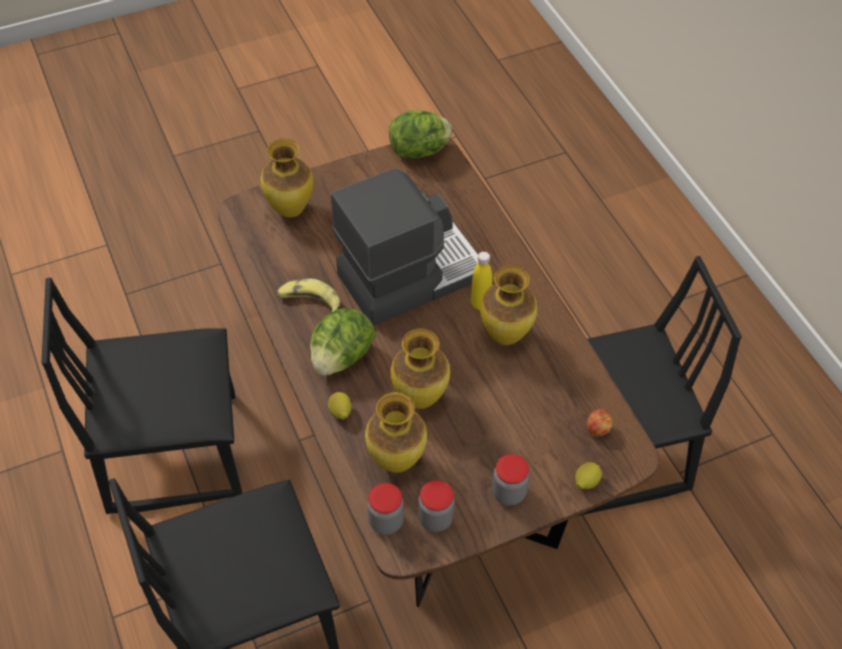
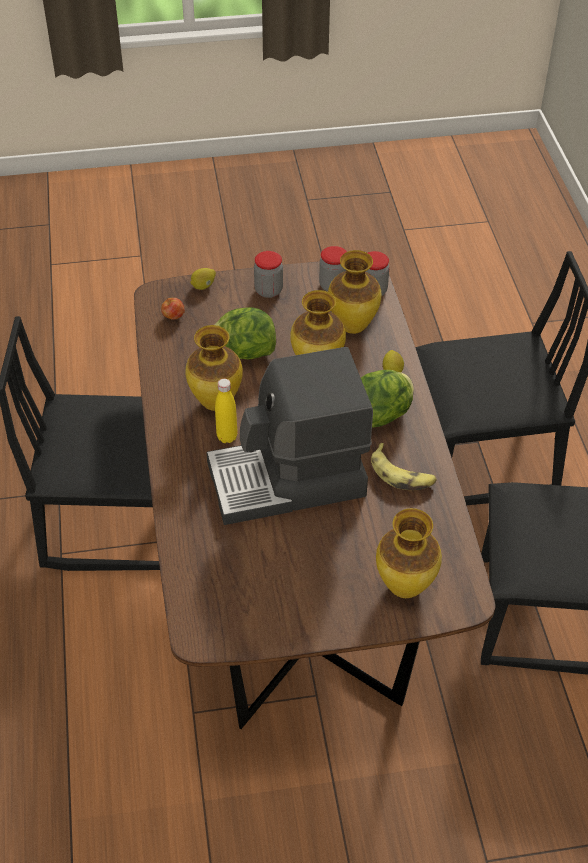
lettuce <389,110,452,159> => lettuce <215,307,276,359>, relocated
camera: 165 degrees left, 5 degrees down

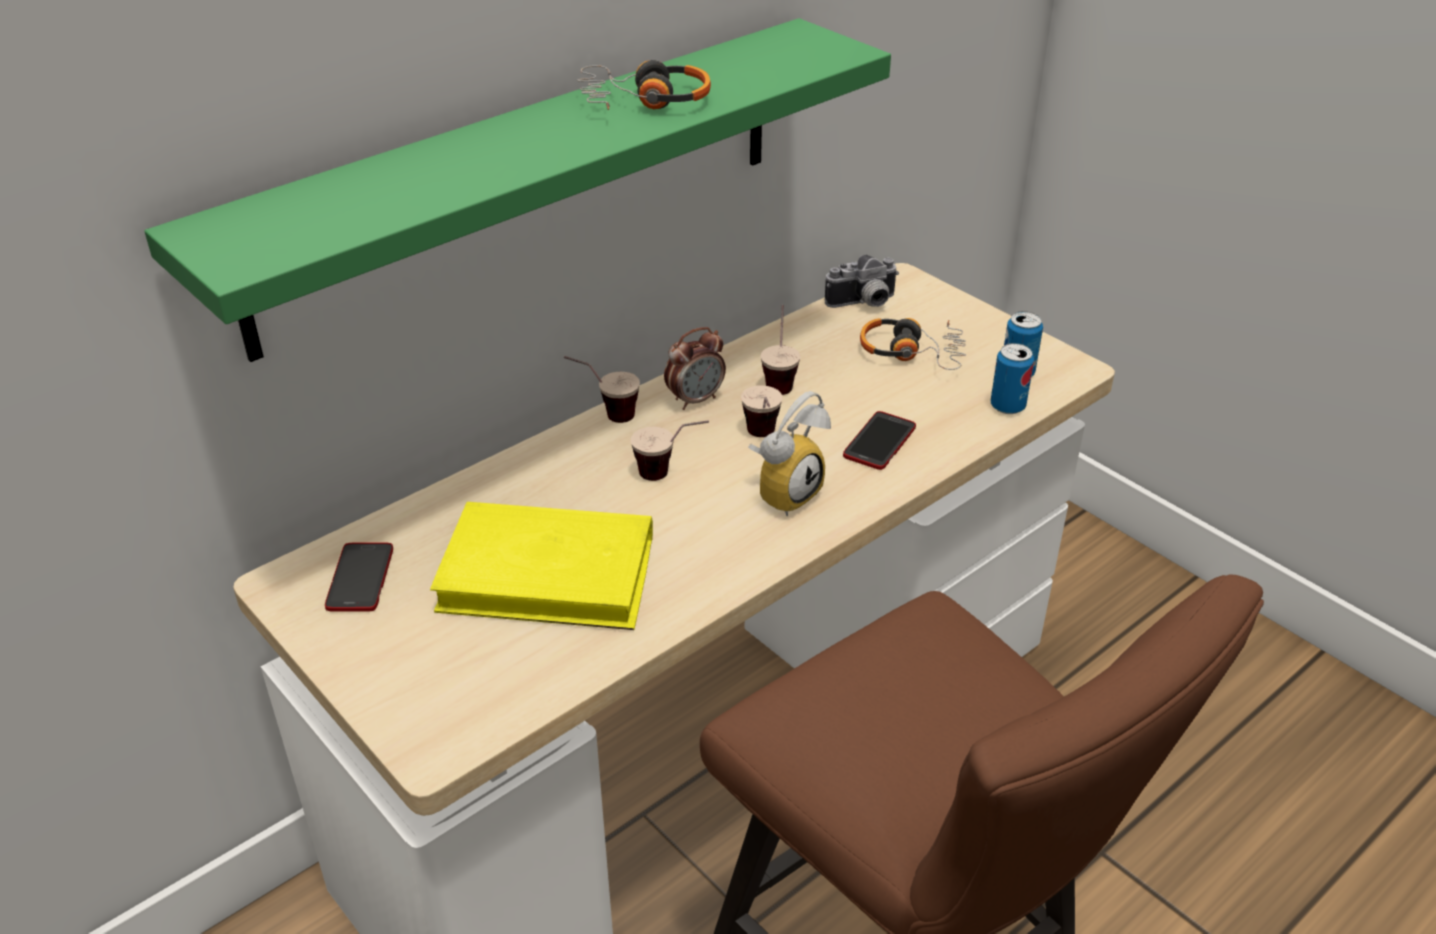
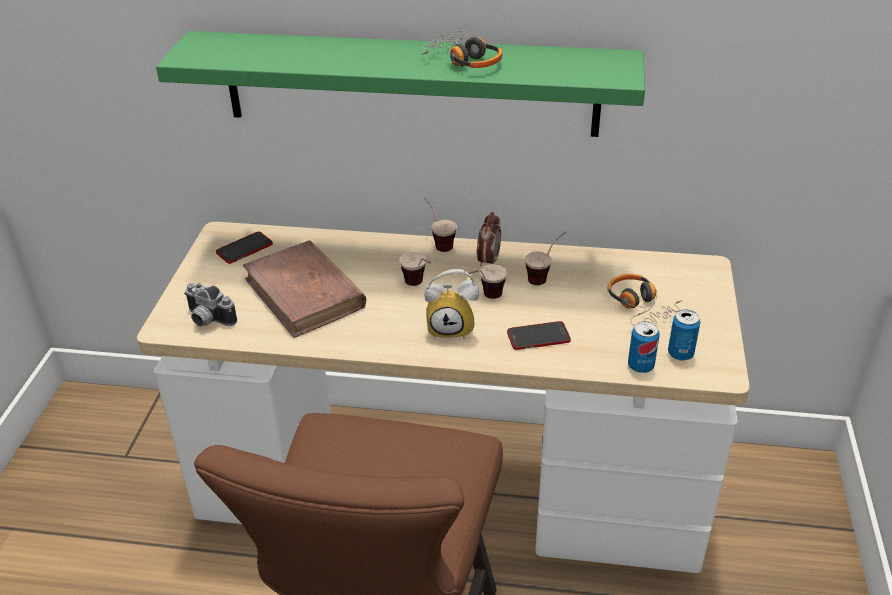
photo camera <825,255,899,308> => photo camera <184,283,237,326>, relocated
yellow book <430,502,653,630> => brown book <243,240,366,338>
alarm clock <664,327,726,410> => alarm clock <477,212,501,266>, 90 degrees counterclockwise
camera: 50 degrees right, 0 degrees up

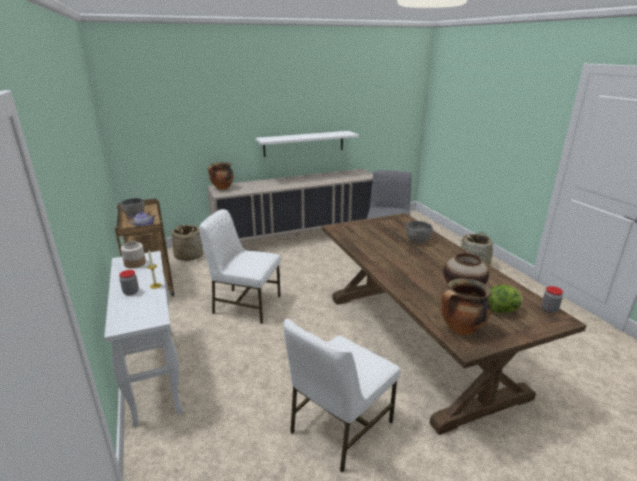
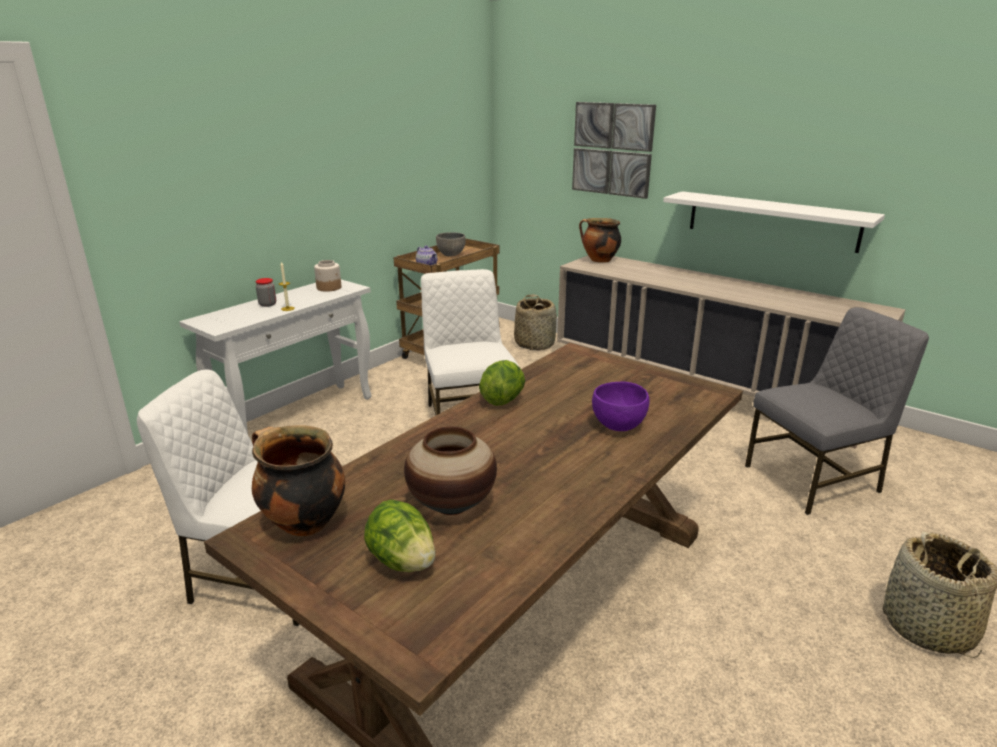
nothing => lettuce <479,360,525,406>
nothing => picture <572,102,656,199>
grey bowl <406,221,433,243> => purple bowl <592,382,649,431>
jar <542,286,563,313> => nothing
camera: 60 degrees right, 0 degrees up

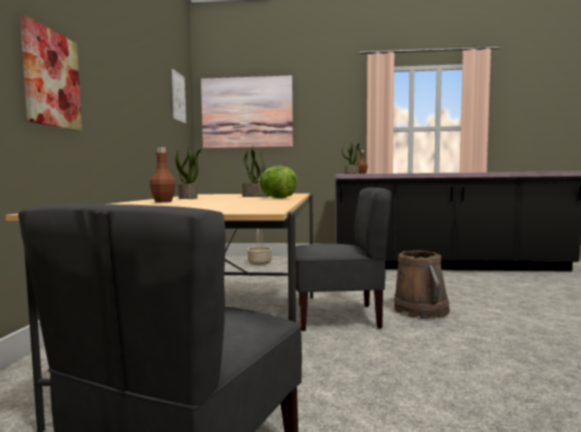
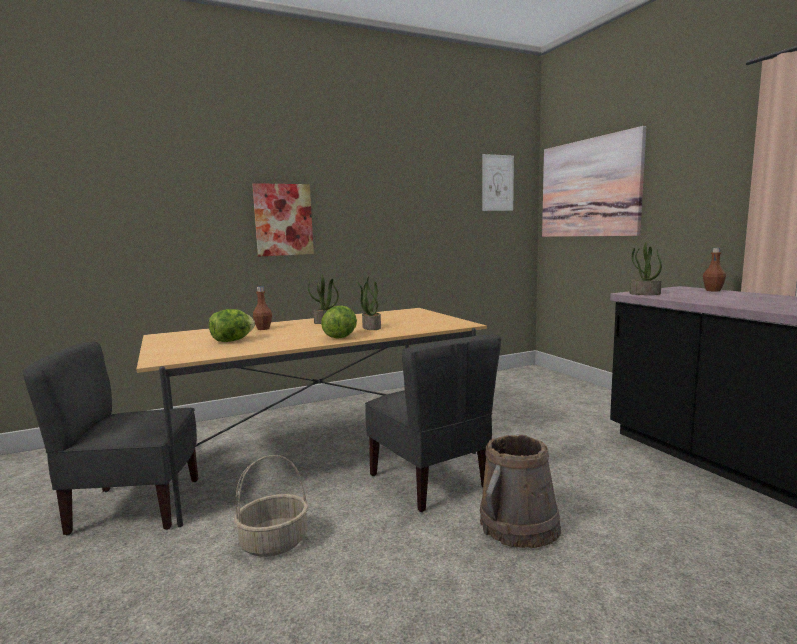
nothing => lettuce <209,309,255,342>
basket <247,229,272,265> => basket <234,455,309,557>, relocated
camera: 60 degrees right, 5 degrees up

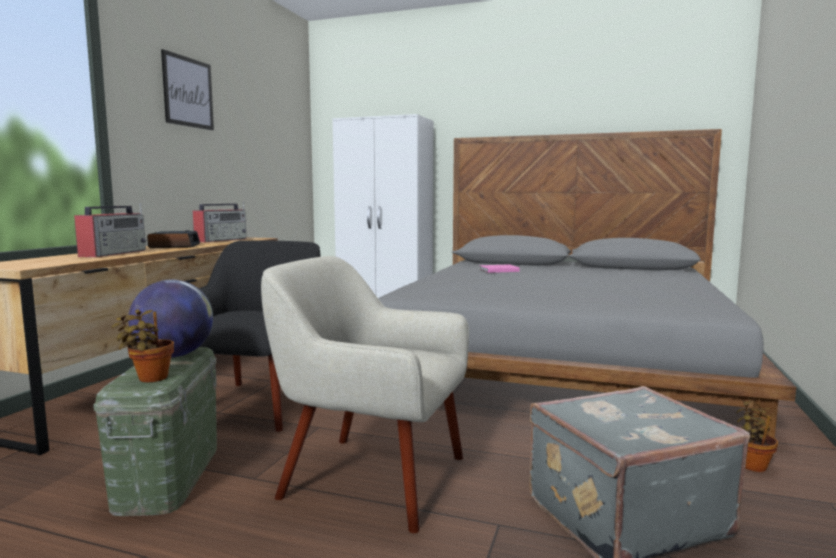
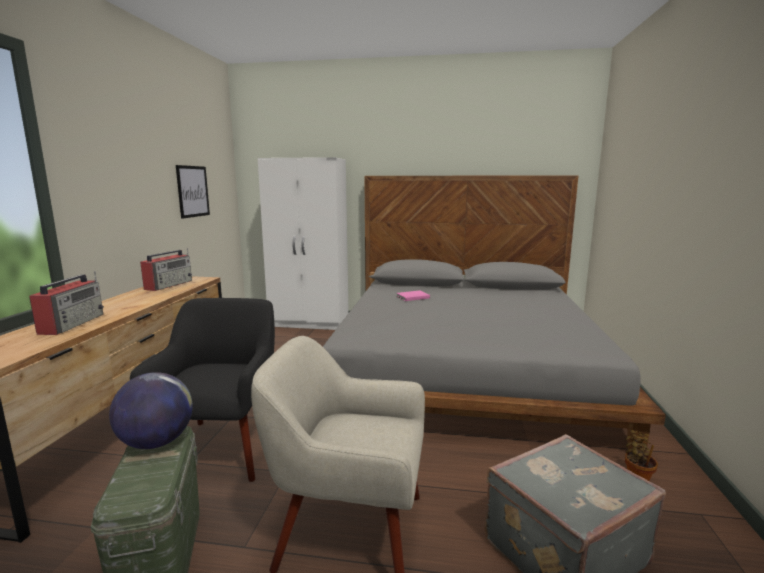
picture <161,49,214,130> => picture <176,165,210,219>, relocated
potted plant <112,310,174,382> => nothing
alarm clock <147,230,200,248> => nothing
camera: 10 degrees left, 5 degrees up

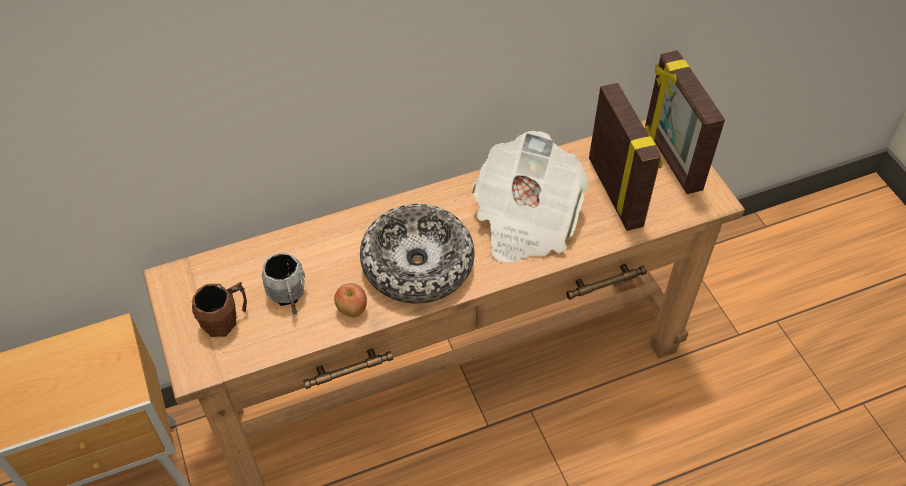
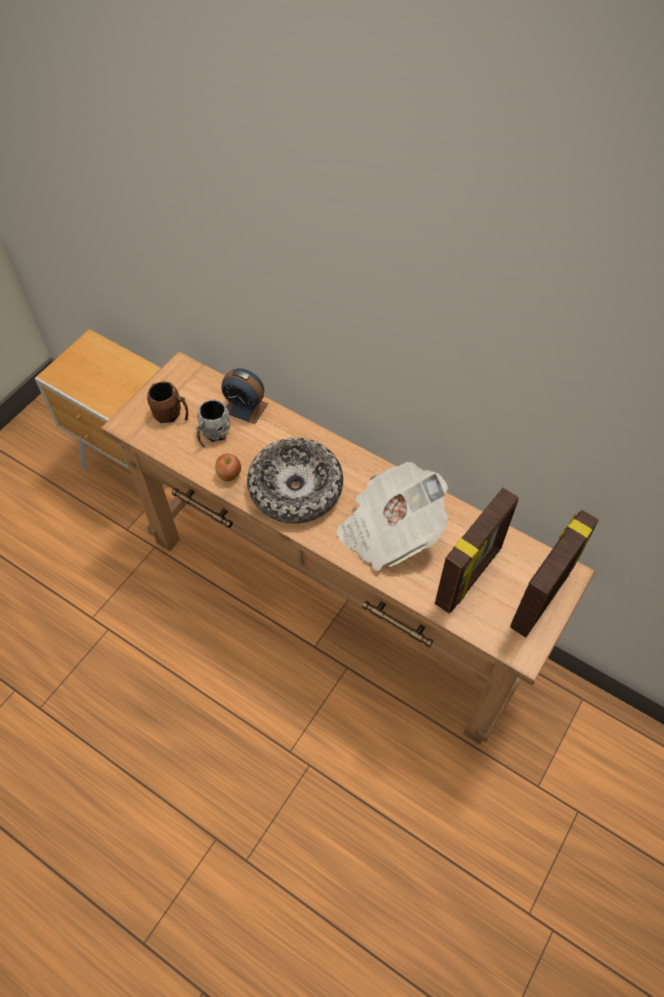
nothing => alarm clock <222,368,268,424>
camera: 55 degrees right, 5 degrees up

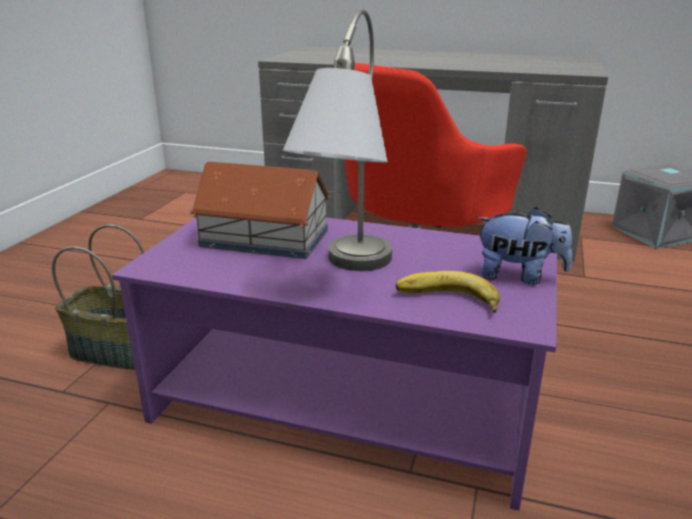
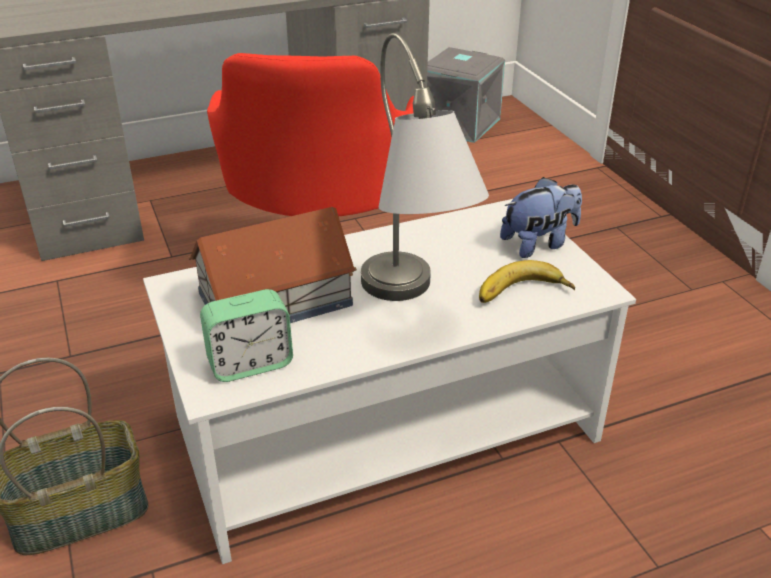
purple coffee table <112,217,557,511> => white coffee table <143,199,636,564>
nothing => alarm clock <200,289,293,382>
camera: 40 degrees left, 10 degrees up

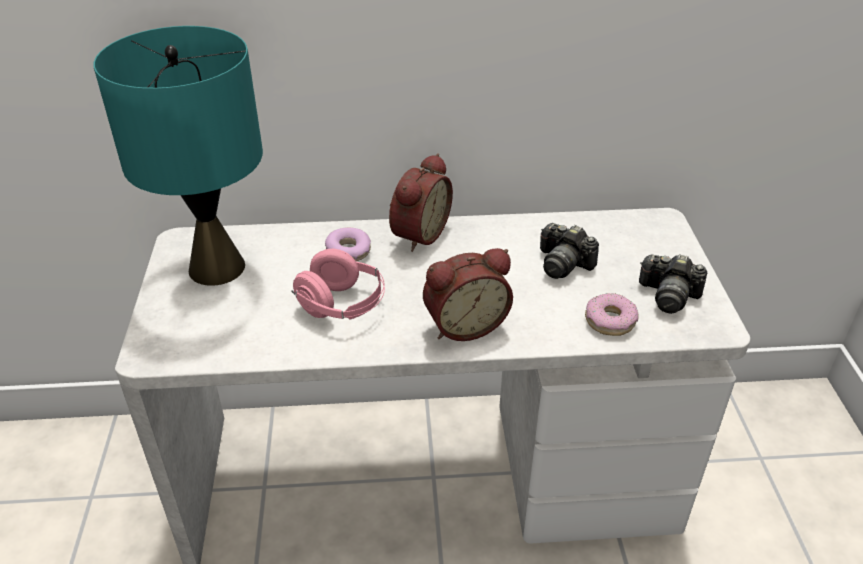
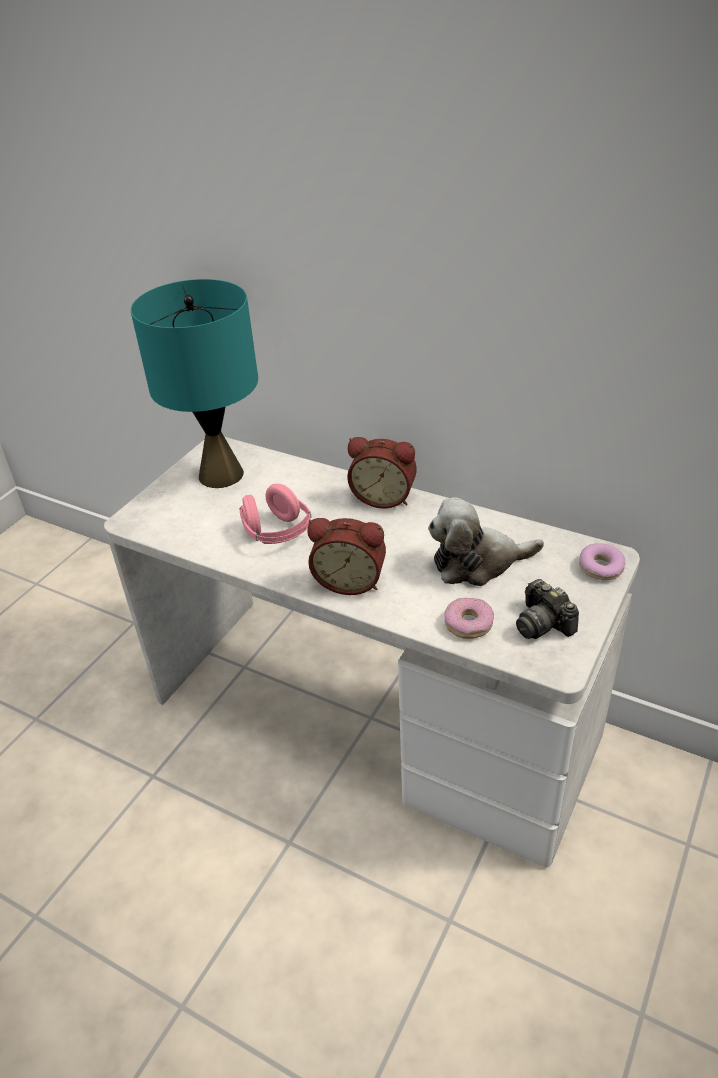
alarm clock <389,153,453,252> => alarm clock <347,437,417,509>, 45 degrees clockwise
photo camera <540,223,599,279> => plush toy <428,497,544,586>
donut <325,227,371,261> => donut <579,543,625,580>, relocated
camera: 35 degrees right, 0 degrees up

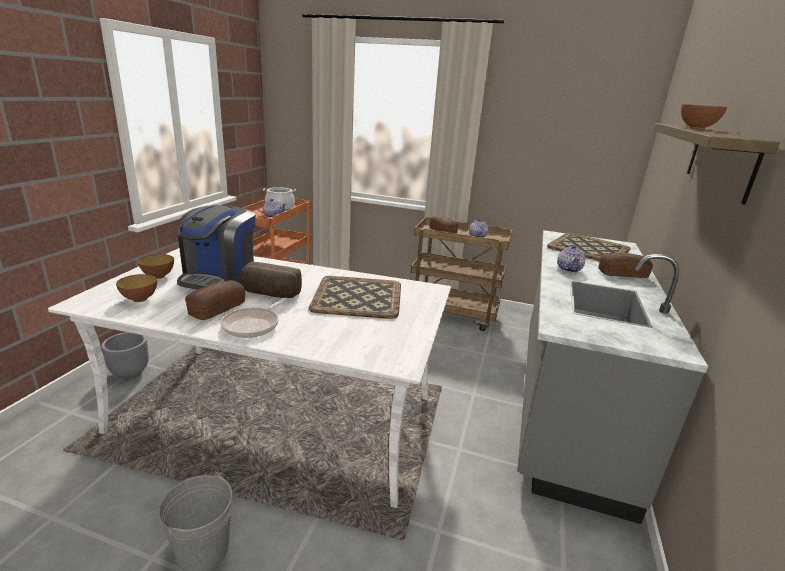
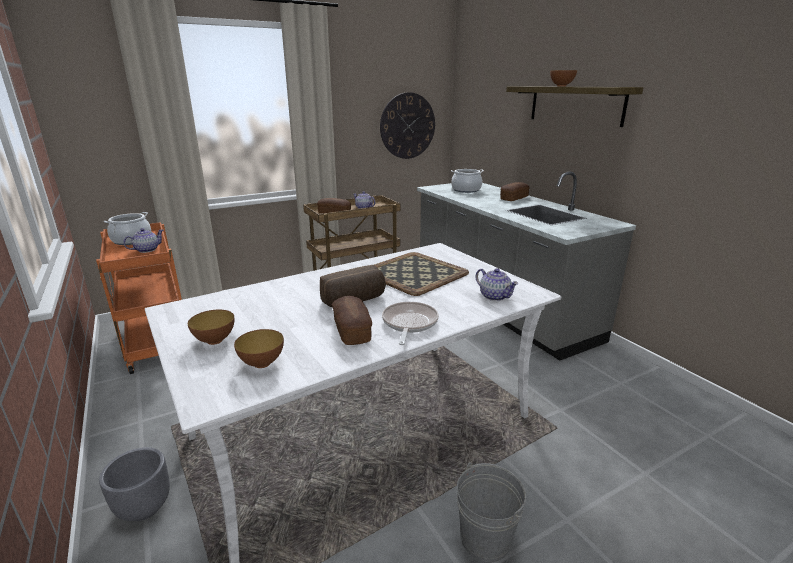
nothing => wall clock <380,92,435,159>
frying pan <221,298,288,338> => frying pan <382,302,439,345>, 150 degrees counterclockwise
tray <547,233,631,261> => cooking pot <451,169,484,193>
teapot <557,245,585,273> => teapot <476,268,518,301>, relocated
coffee machine <175,205,256,290> => nothing
camera: 45 degrees left, 0 degrees up

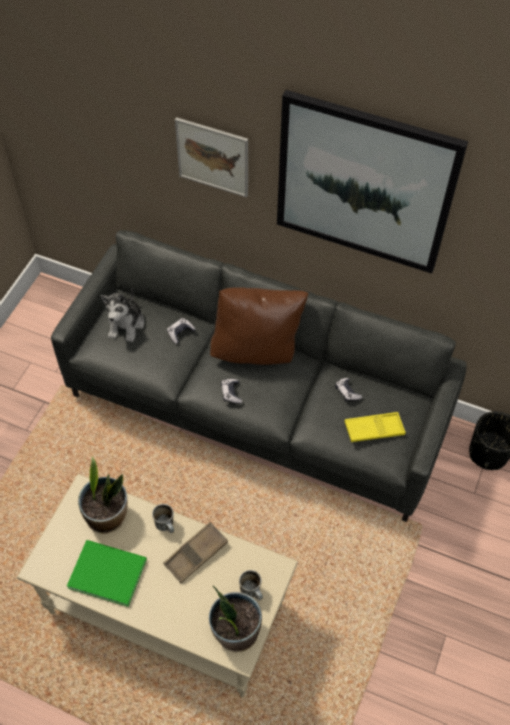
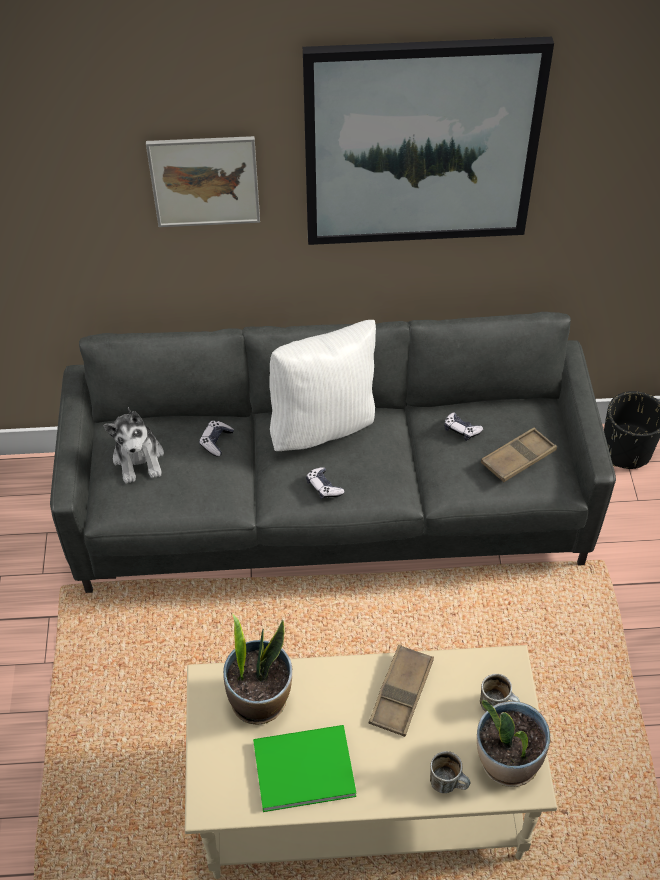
brown pillow <210,287,308,365> => white pillow <269,320,376,451>
mug <152,504,174,533> => mug <430,751,470,793>, relocated
yellow tray <344,412,406,442> => brown tray <481,427,557,482>
camera: 25 degrees left, 5 degrees down

